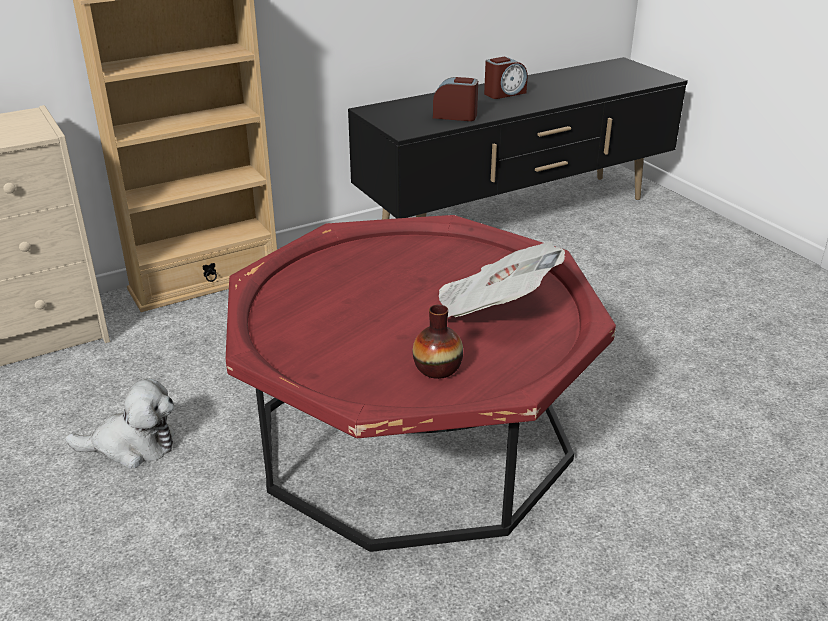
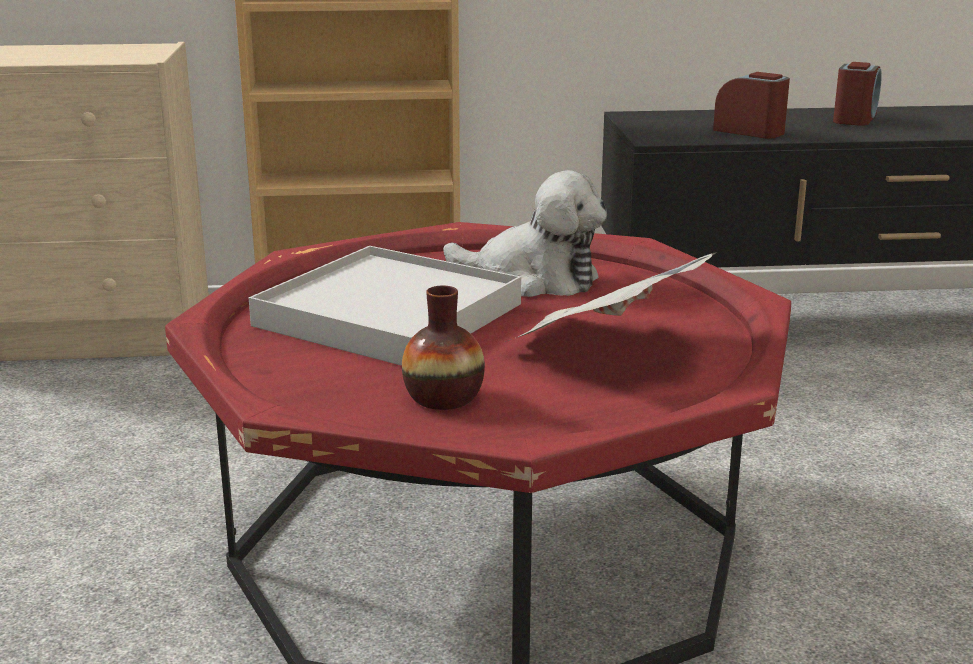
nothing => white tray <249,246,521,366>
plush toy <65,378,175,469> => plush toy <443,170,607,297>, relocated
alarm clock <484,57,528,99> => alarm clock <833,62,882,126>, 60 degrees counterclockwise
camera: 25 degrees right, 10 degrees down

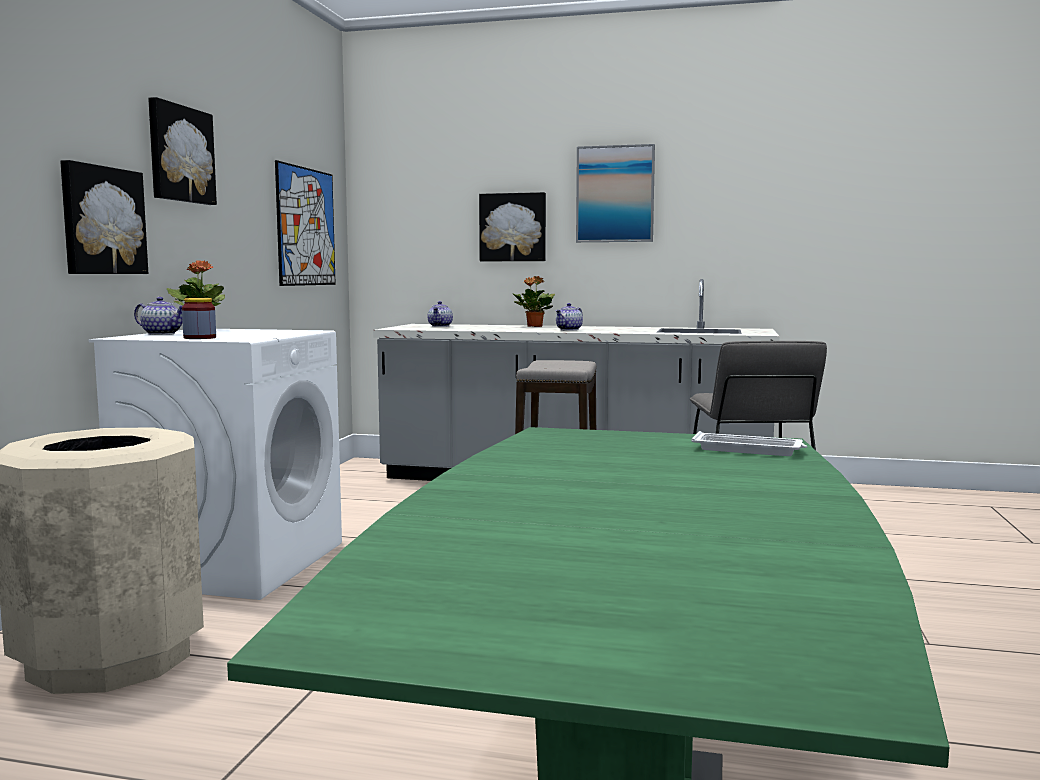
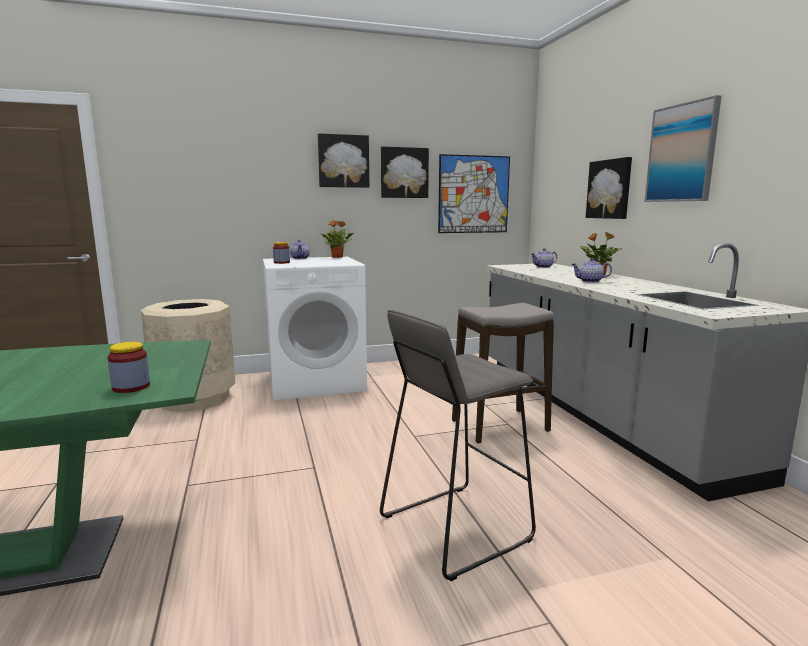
white tray <691,431,807,456> => jar <108,342,150,393>
picture <60,160,148,274> => picture <381,146,429,198>, relocated
camera: 60 degrees right, 5 degrees up

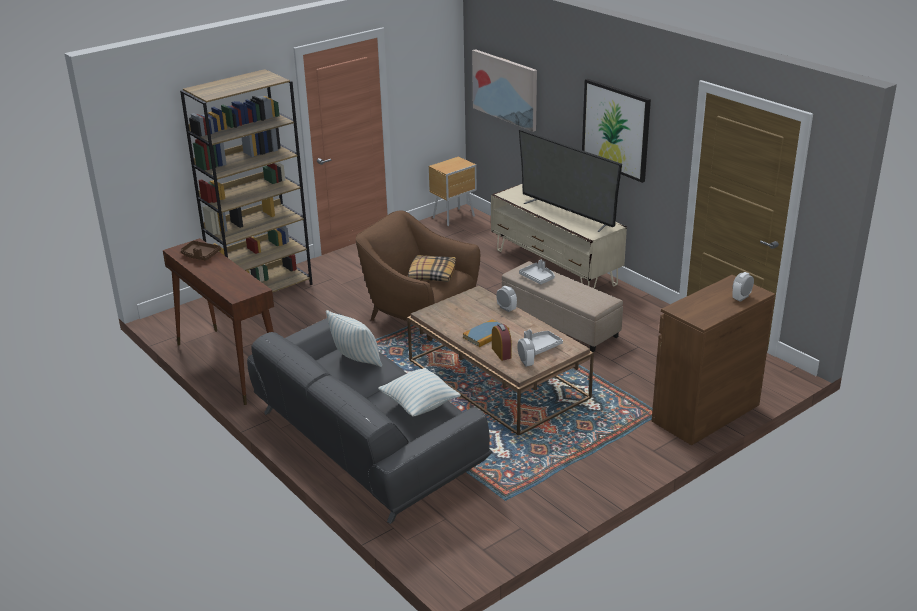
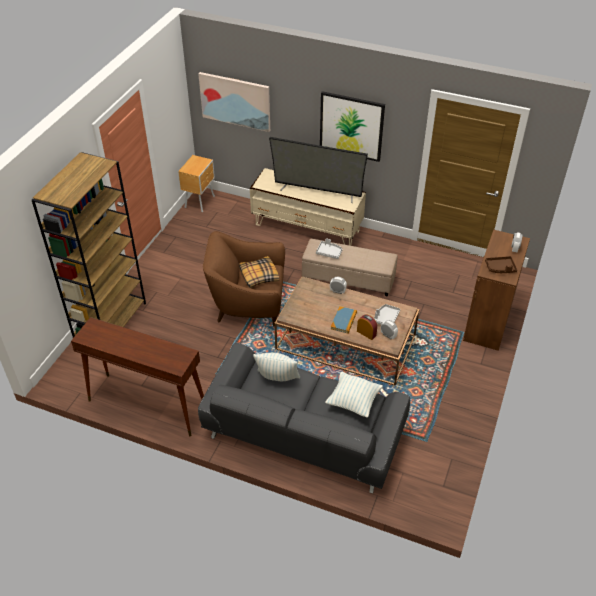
brown tray <181,241,221,260> => brown tray <485,256,517,273>, relocated
camera: 30 degrees left, 15 degrees up

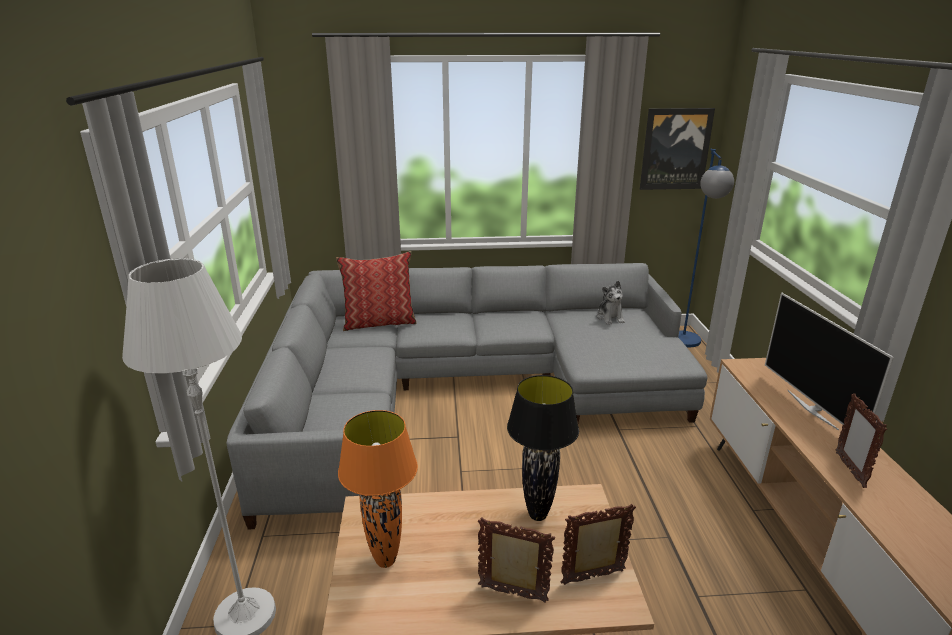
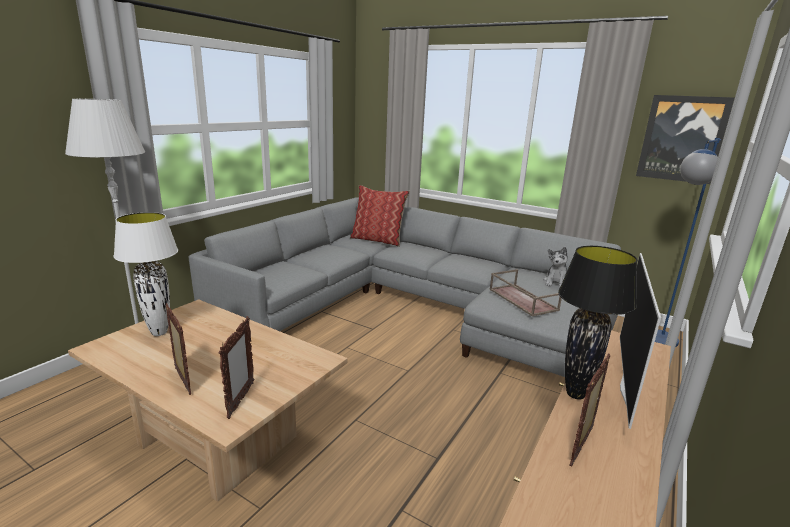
orange table lamp <338,410,418,568> => white table lamp <113,212,178,336>
picture frame <560,504,636,585> => picture frame <219,316,254,419>, 75 degrees clockwise
nothing => brown tray <489,269,562,317>
black table lamp <507,375,579,521> => black table lamp <558,246,637,400>, relocated
camera: 35 degrees right, 5 degrees down

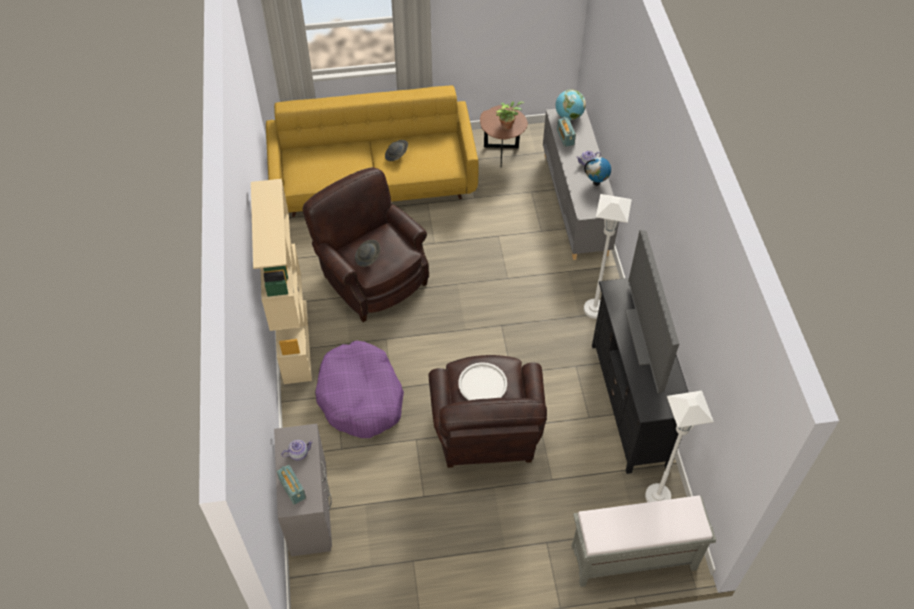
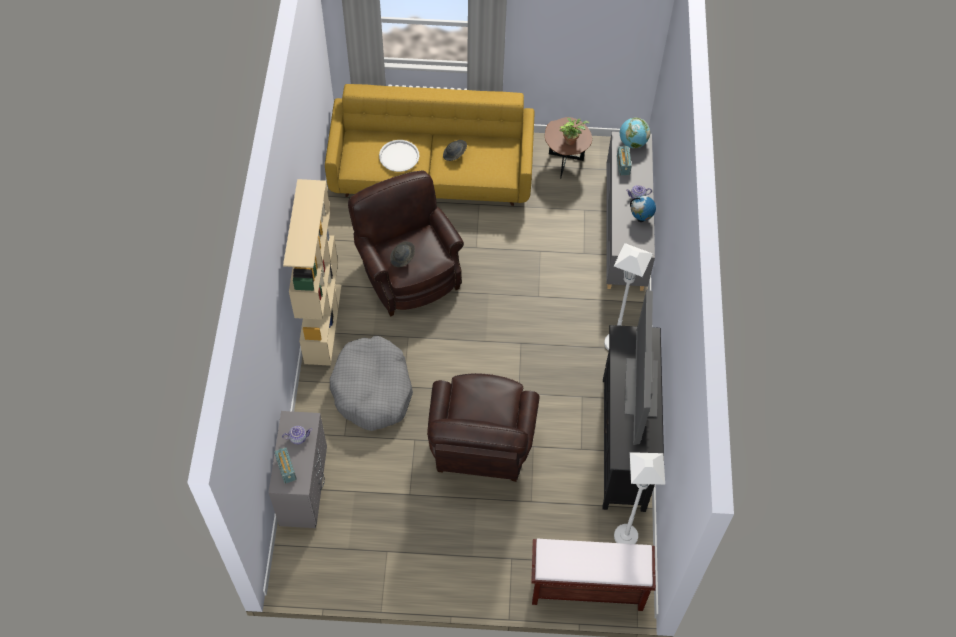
purple dog bed <315,340,404,438> => grey dog bed <330,336,413,431>
white tray <458,362,507,400> => white tray <379,140,419,172>, relocated
grey bench <571,496,716,587> => brown bench <531,539,656,611>
camera: 10 degrees right, 5 degrees up

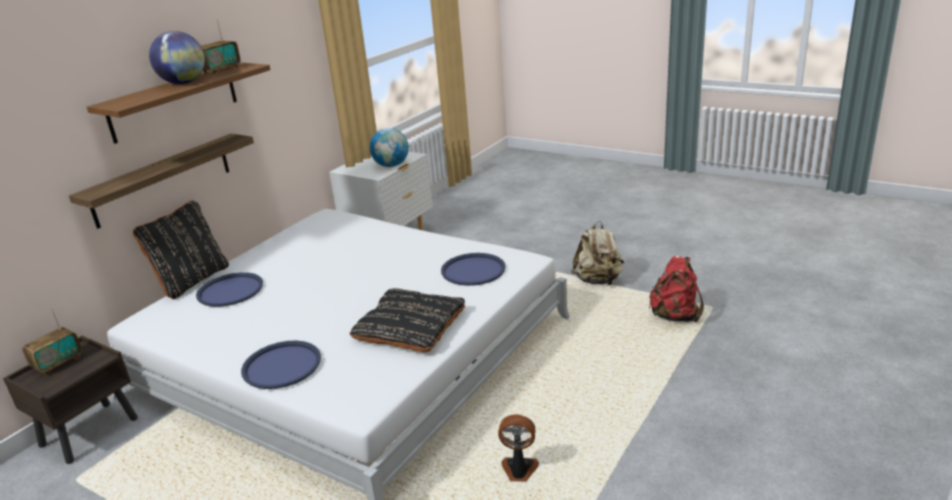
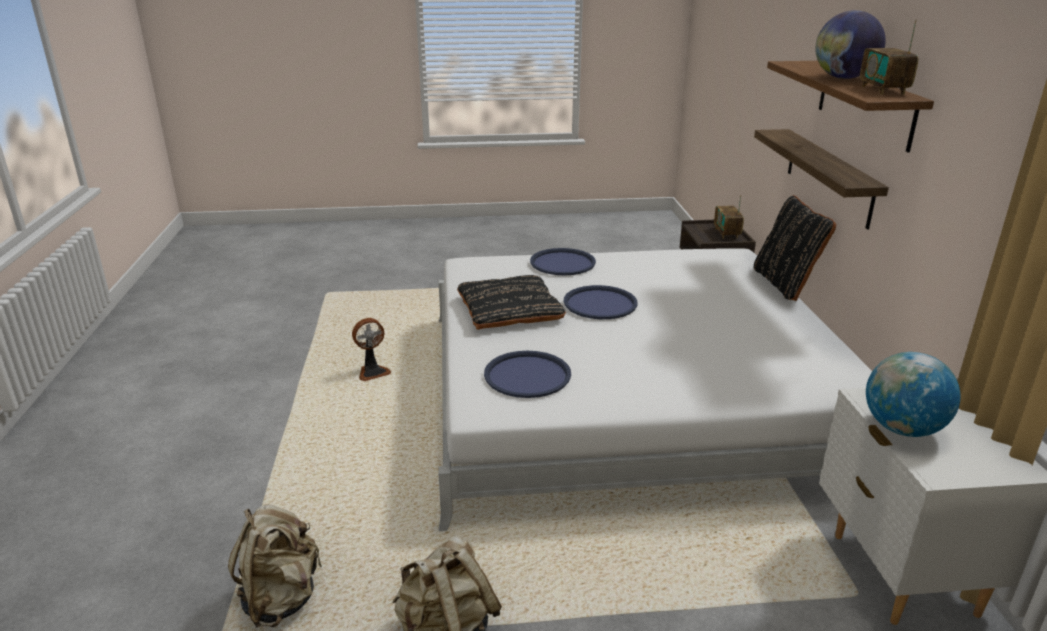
red backpack <649,255,704,322> => beige backpack <228,505,322,627>
blue tray <196,272,263,307> => blue tray <564,285,638,319>, relocated
camera: 140 degrees right, 0 degrees up

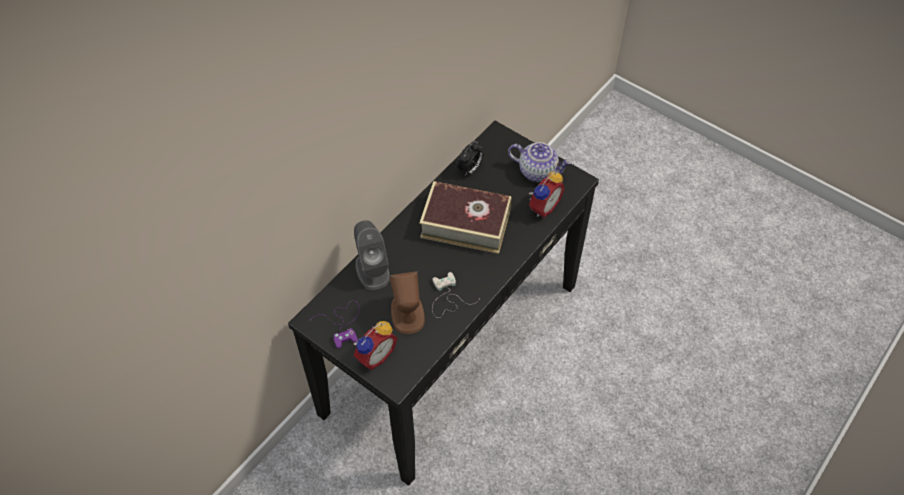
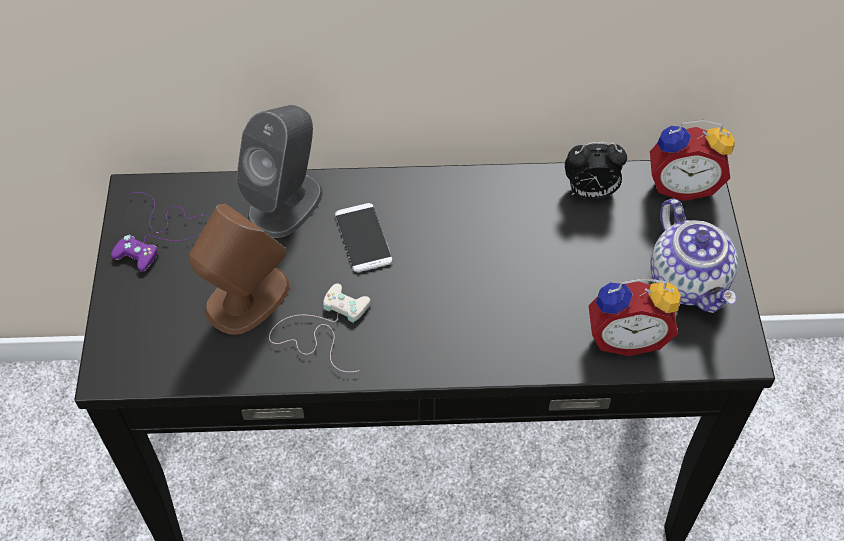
nothing => phone <335,203,392,272>
alarm clock <354,321,397,370> => alarm clock <650,120,735,201>, relocated
book <419,181,512,254> => nothing
camera: 50 degrees right, 0 degrees up

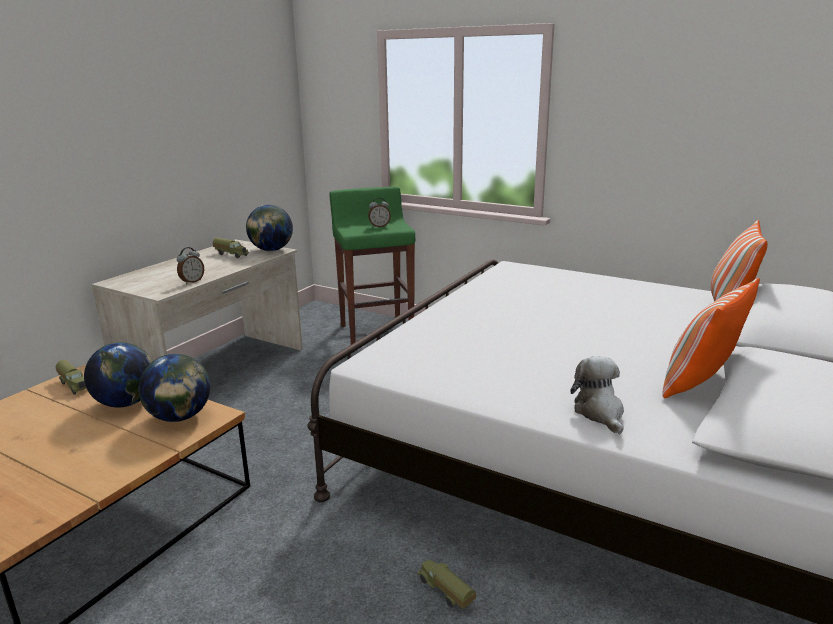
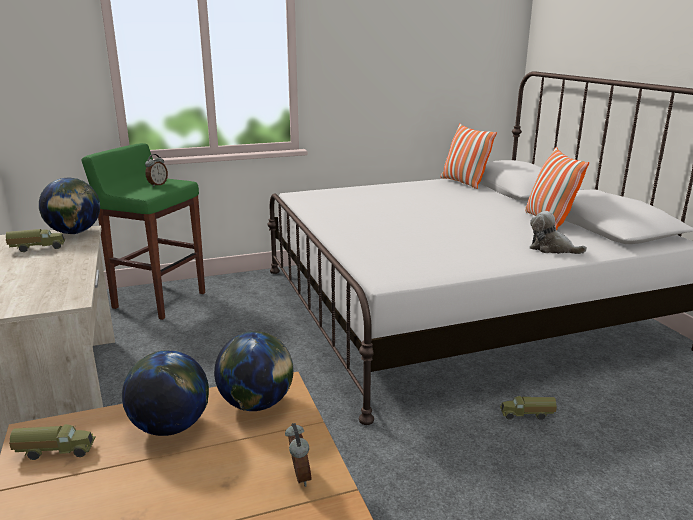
alarm clock <177,247,204,285> => alarm clock <285,423,311,487>, relocated
camera: 50 degrees left, 0 degrees up

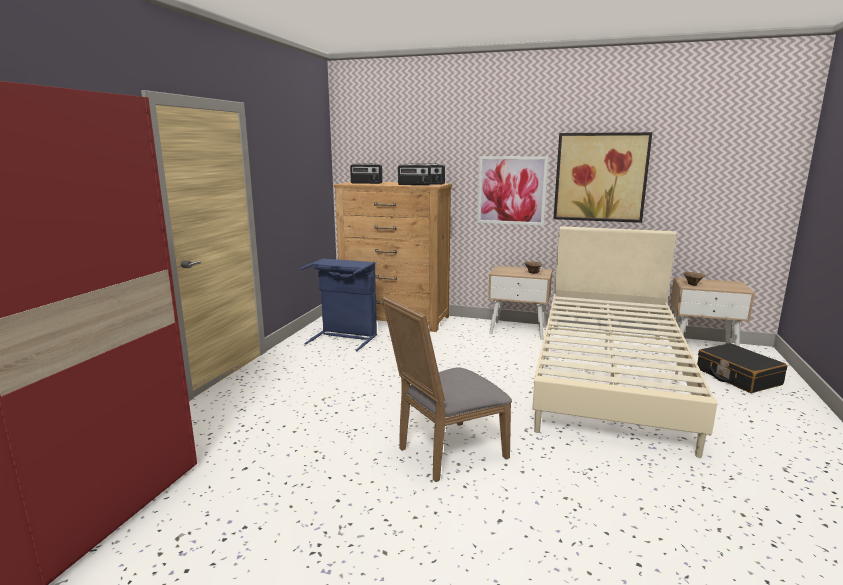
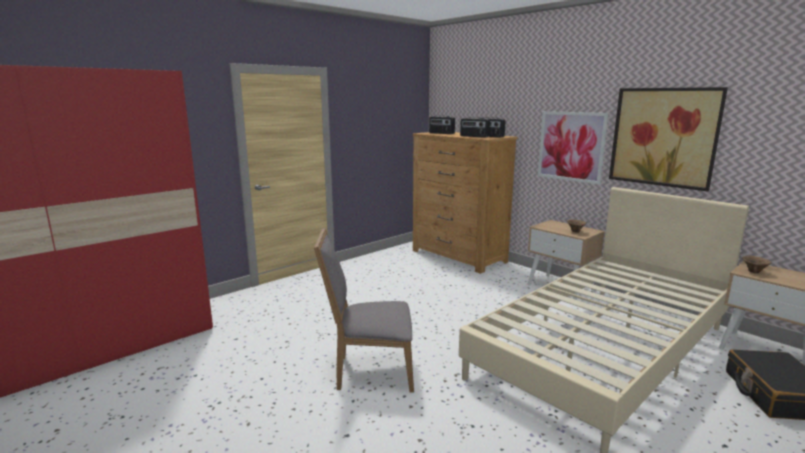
blue laundry basket <300,258,377,351> => nothing
camera: 30 degrees right, 0 degrees up

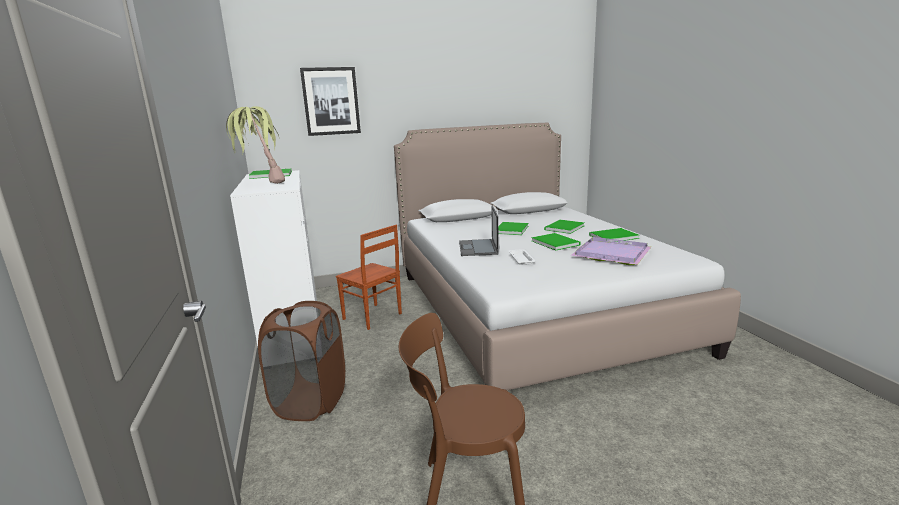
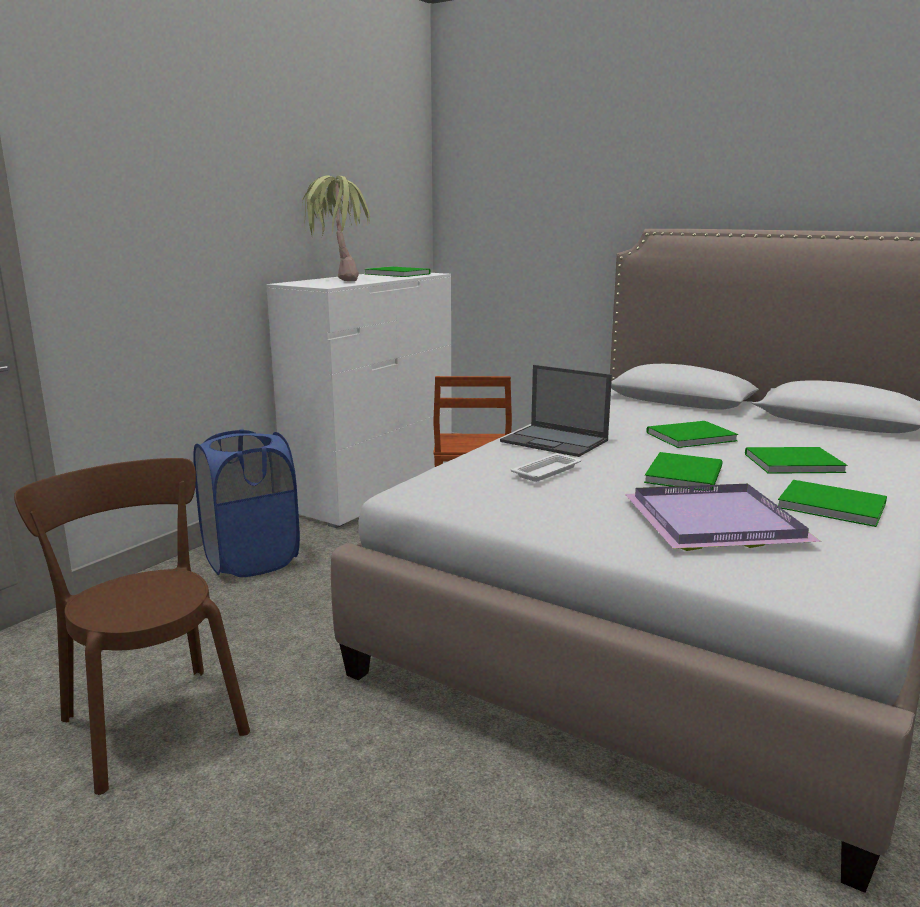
brown laundry basket <258,301,345,421> => blue laundry basket <193,429,300,577>
laptop <459,206,499,256> => laptop <500,365,612,457>, 105 degrees counterclockwise
picture <300,67,361,136> => nothing
camera: 50 degrees right, 0 degrees up

